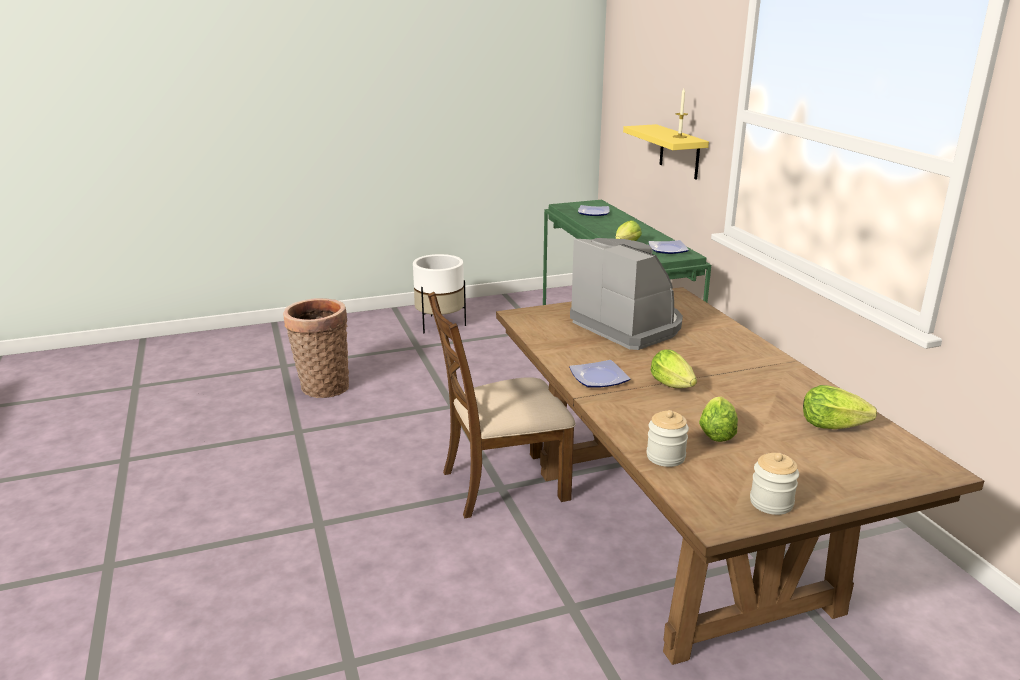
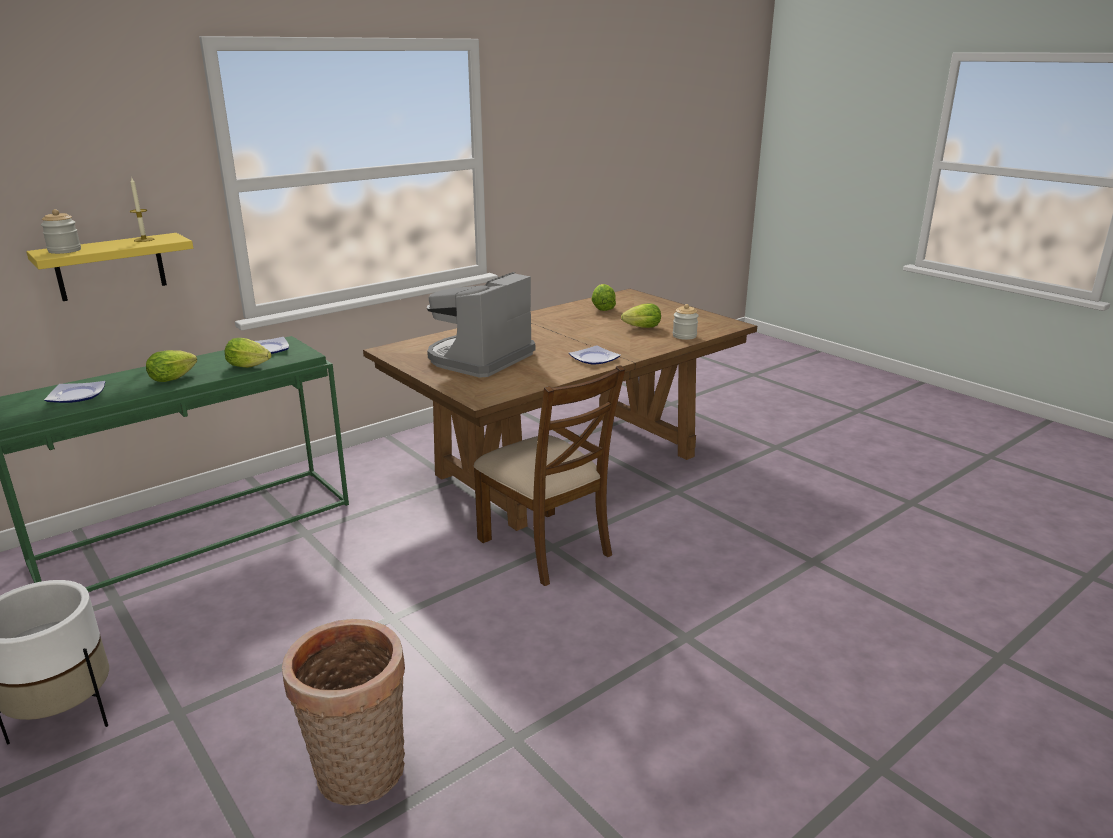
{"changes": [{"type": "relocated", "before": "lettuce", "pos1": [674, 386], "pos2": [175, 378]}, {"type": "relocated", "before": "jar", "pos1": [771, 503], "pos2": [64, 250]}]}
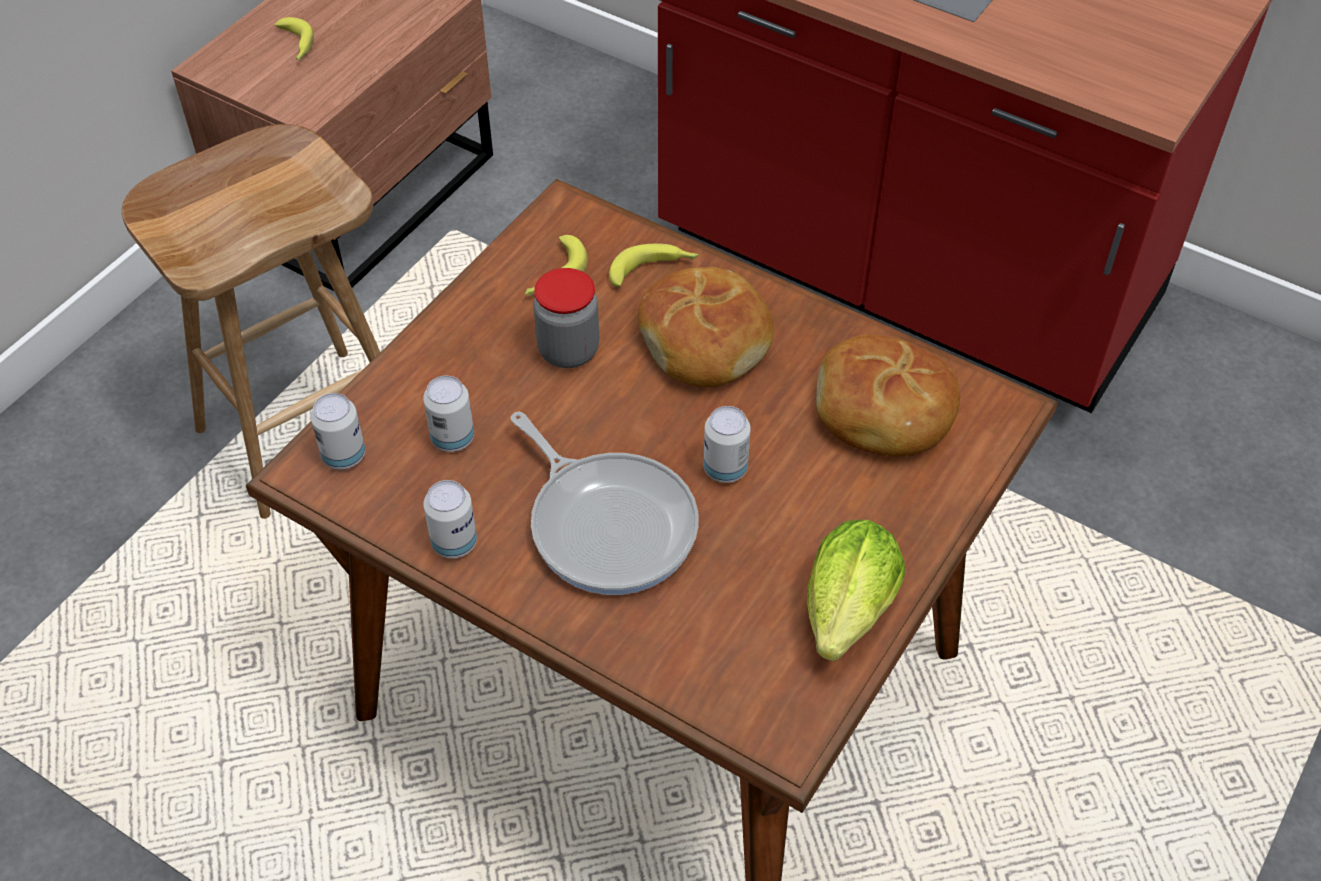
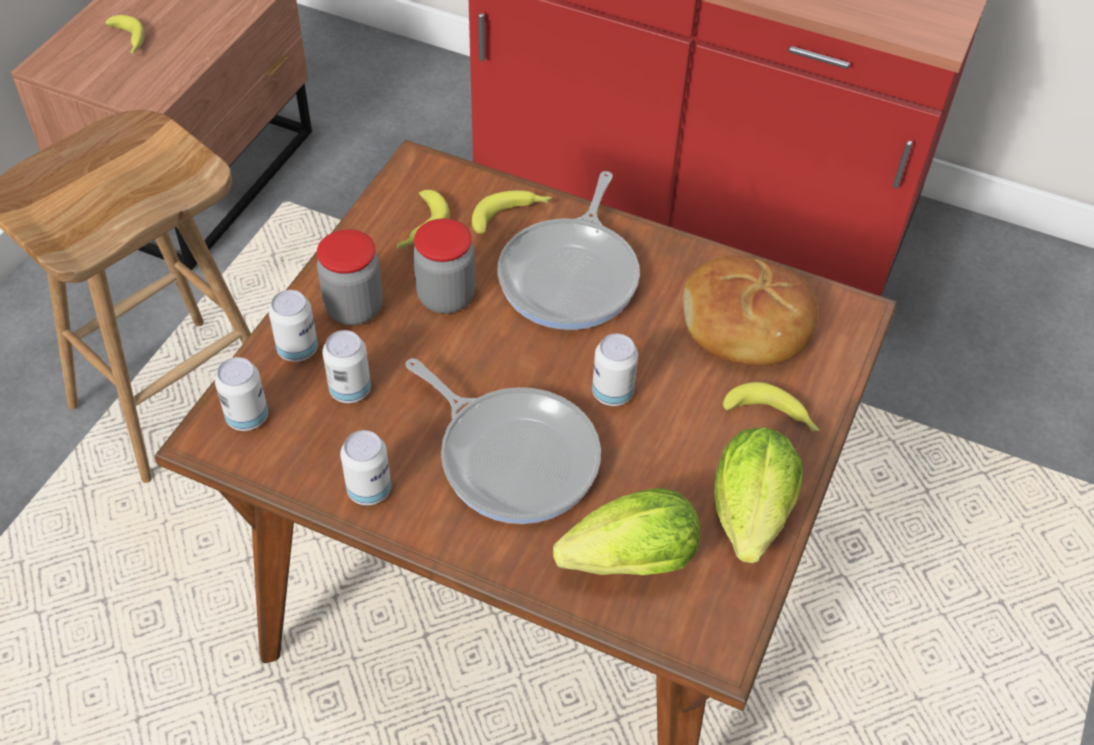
{"changes": [{"type": "exchanged", "before": "bread", "after": "frying pan", "pos1": [706, 340], "pos2": [572, 275]}, {"type": "appeared", "after": "jar", "pos2": [354, 308]}, {"type": "appeared", "after": "can", "pos2": [297, 349]}, {"type": "appeared", "after": "banana", "pos2": [772, 417]}, {"type": "appeared", "after": "lettuce", "pos2": [622, 563]}]}
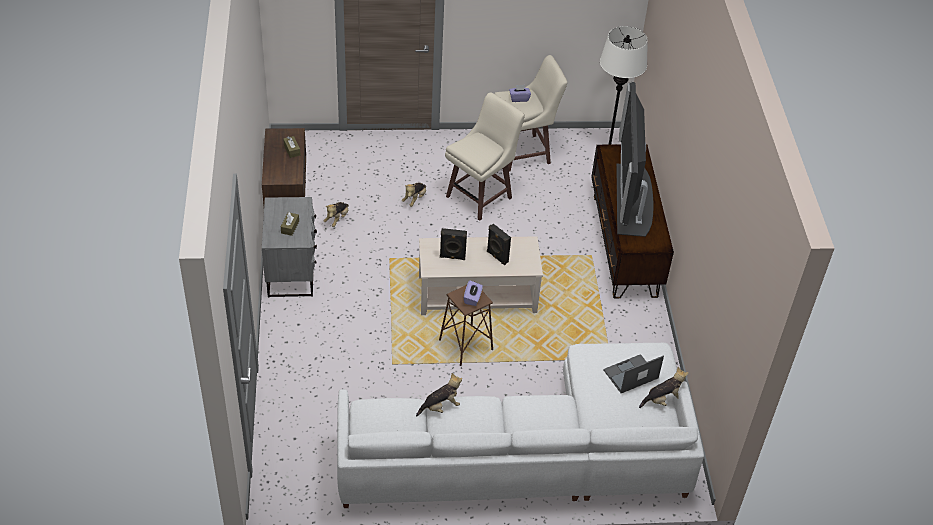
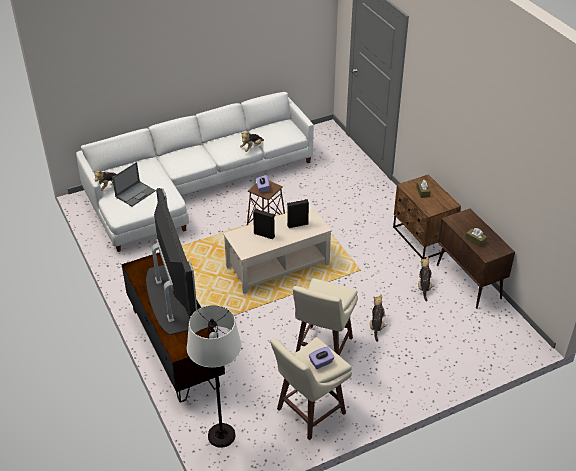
{"changes": [{"type": "colour", "before": "grey nightstand", "after": "brown nightstand", "pos1": [292, 271], "pos2": [422, 239]}]}
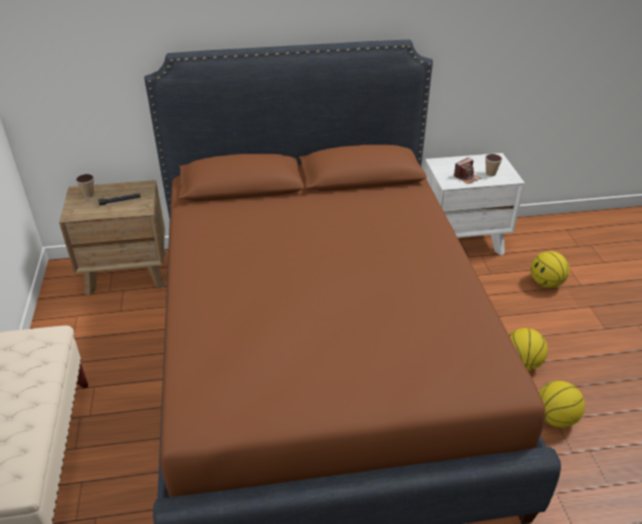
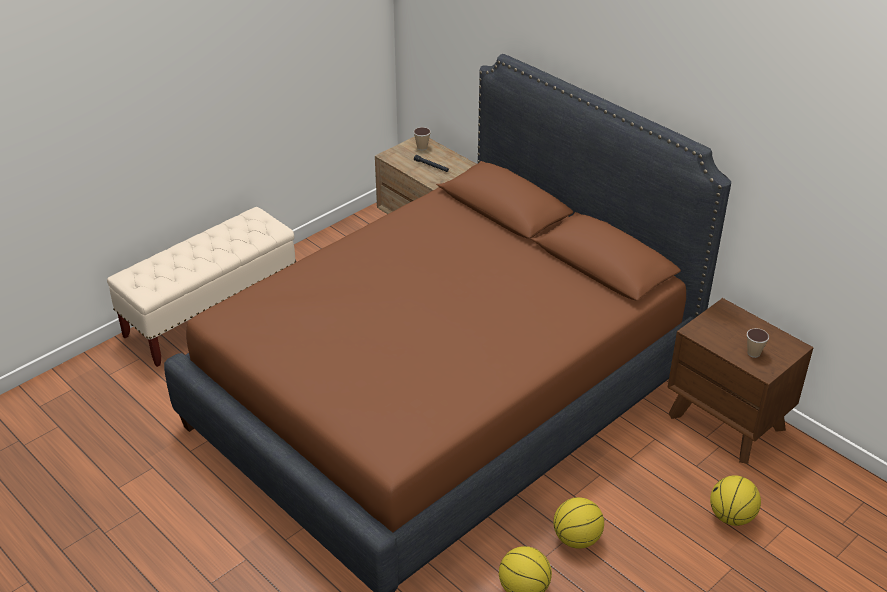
{"changes": [{"type": "colour", "before": "white nightstand", "after": "brown nightstand", "pos1": [462, 241], "pos2": [727, 422]}, {"type": "missing", "before": "photo camera", "pos1": [467, 177]}]}
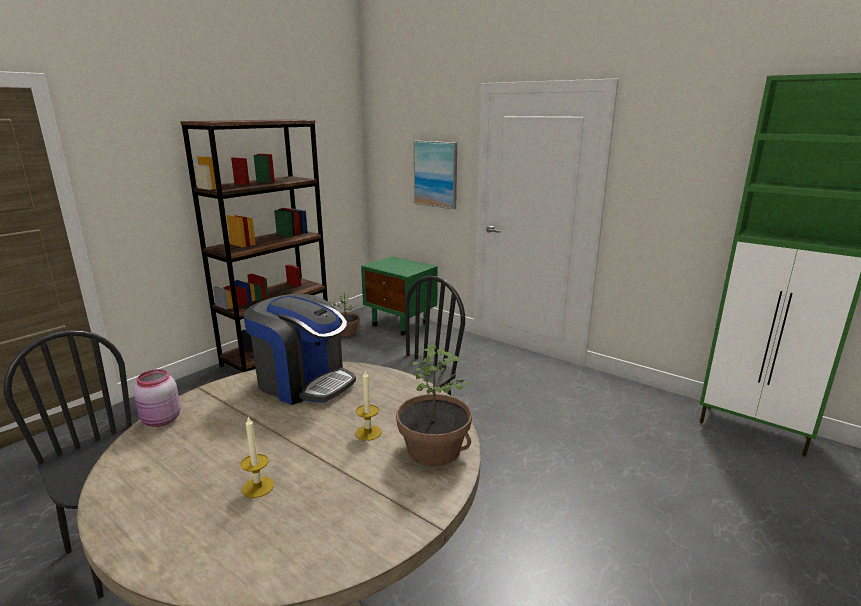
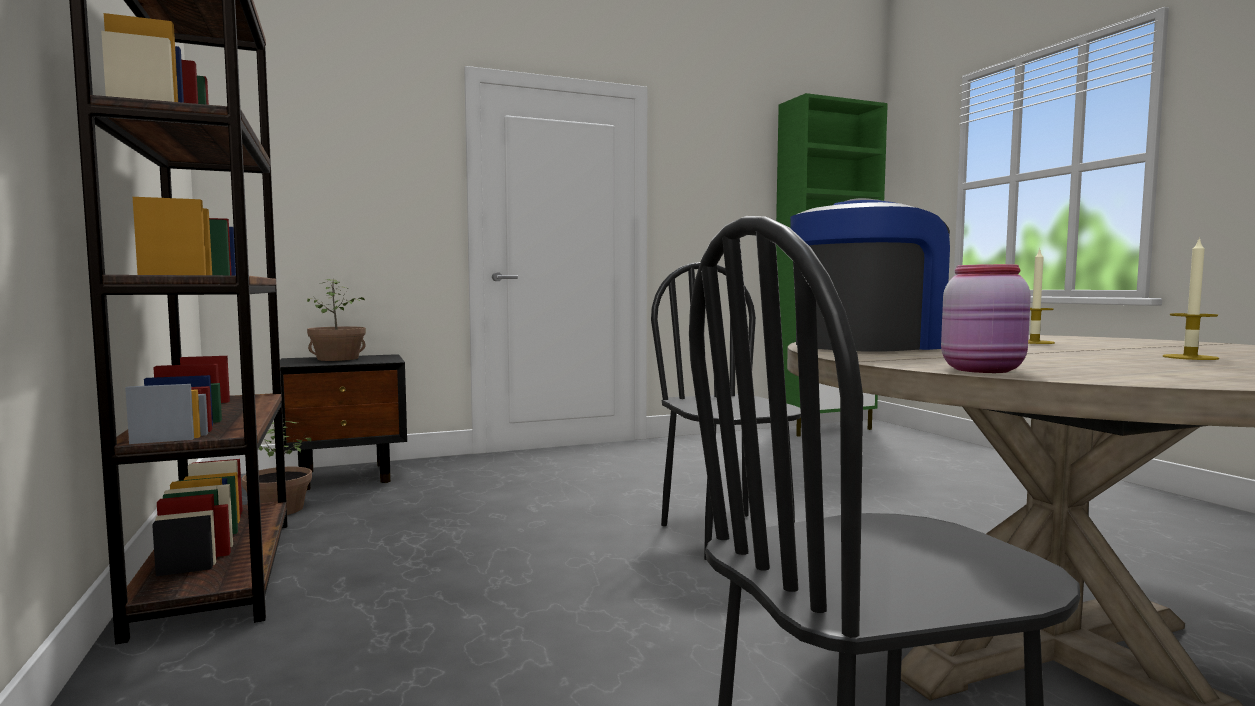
{"changes": [{"type": "missing", "before": "picture", "pos1": [436, 174]}, {"type": "colour", "before": "green nightstand", "after": "black nightstand", "pos1": [401, 324], "pos2": [347, 476]}, {"type": "relocated", "before": "potted plant", "pos1": [433, 450], "pos2": [338, 359]}]}
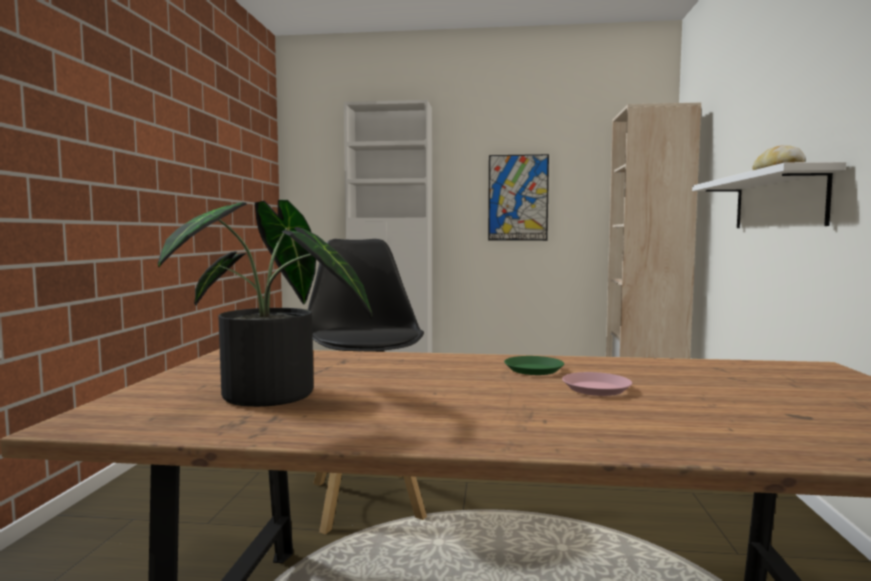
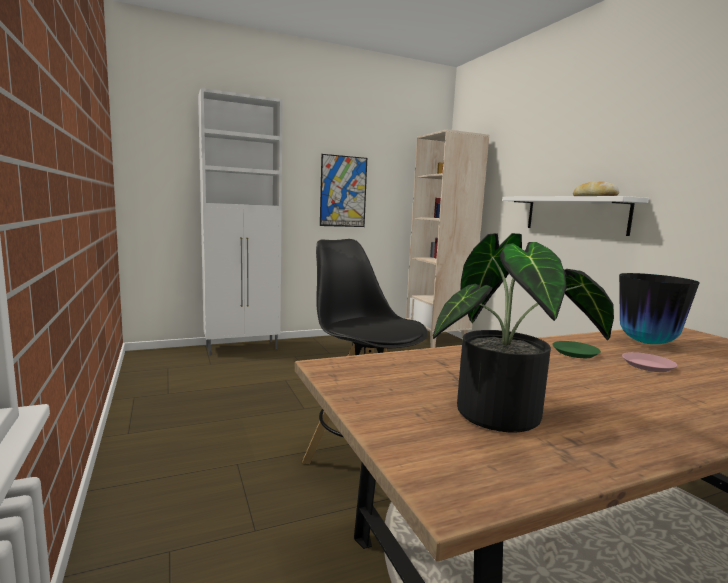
{"changes": [{"type": "appeared", "after": "vase", "pos2": [647, 343]}]}
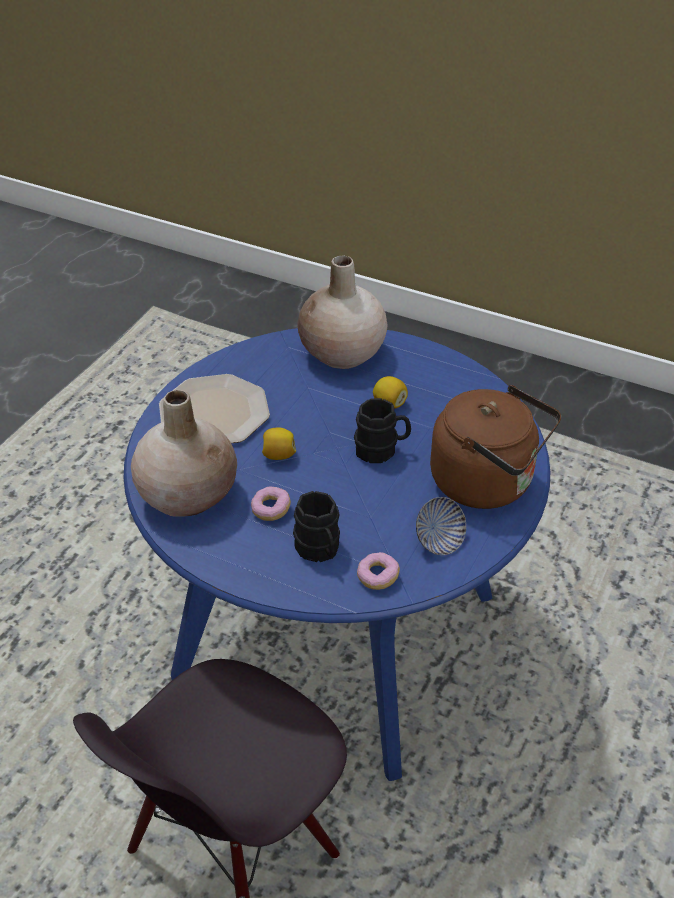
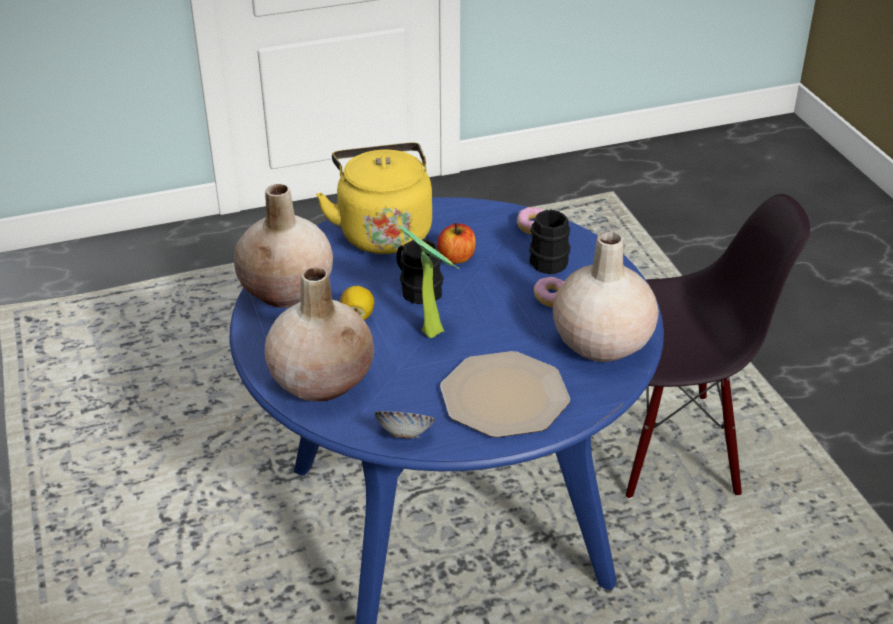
{"changes": [{"type": "colour", "before": "brown kettle", "after": "yellow kettle", "pos1": [488, 483], "pos2": [383, 232]}, {"type": "missing", "before": "lemon", "pos1": [278, 455]}, {"type": "relocated", "before": "bowl", "pos1": [439, 541], "pos2": [405, 434]}, {"type": "appeared", "after": "beige vase", "pos2": [287, 291]}, {"type": "appeared", "after": "apple", "pos2": [456, 258]}, {"type": "appeared", "after": "potted plant", "pos2": [433, 329]}]}
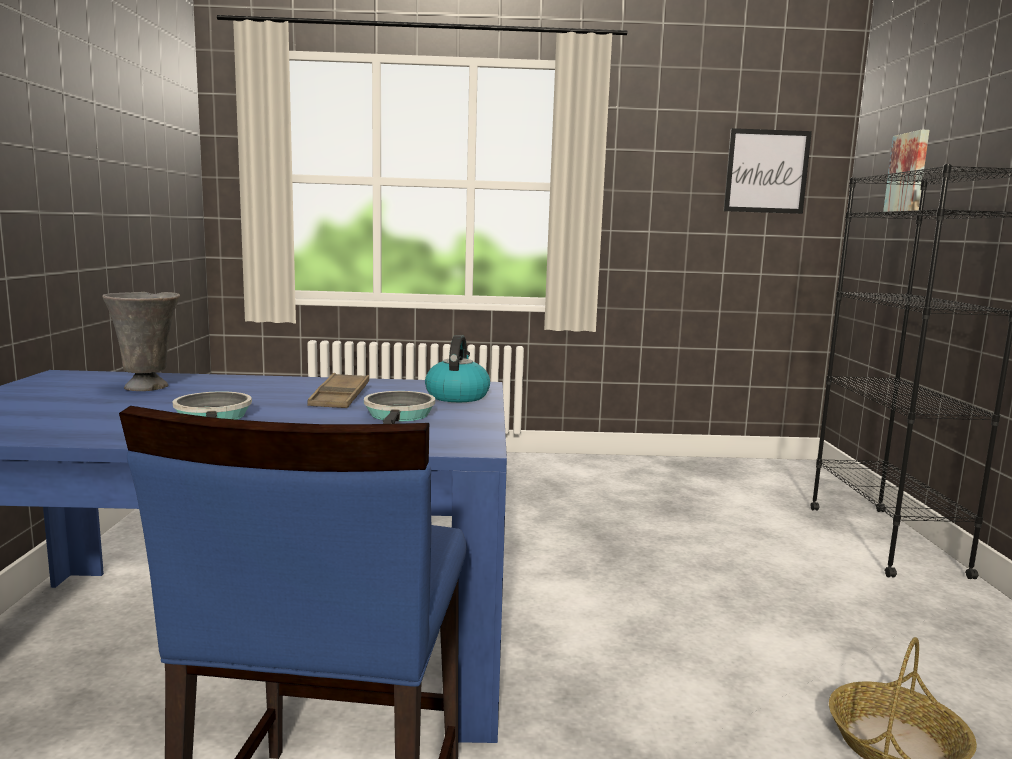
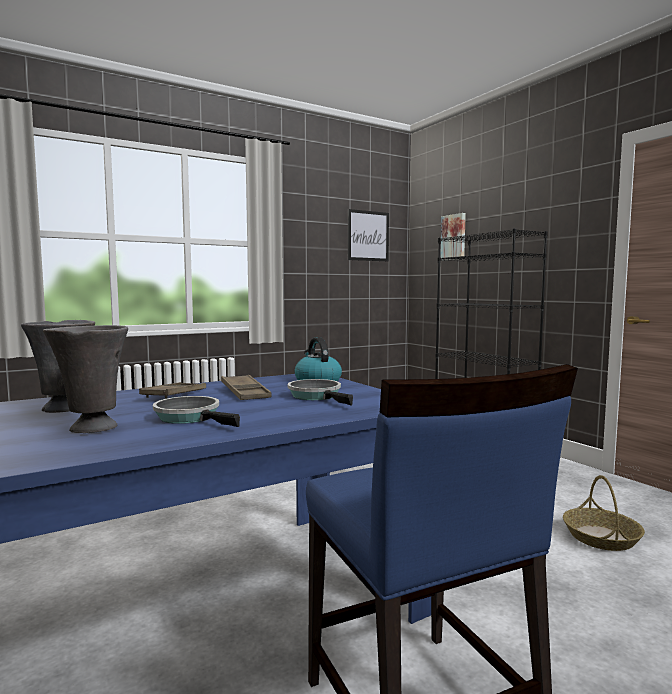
{"changes": [{"type": "appeared", "after": "grey vase", "pos2": [91, 429]}, {"type": "appeared", "after": "brown tray", "pos2": [174, 394]}]}
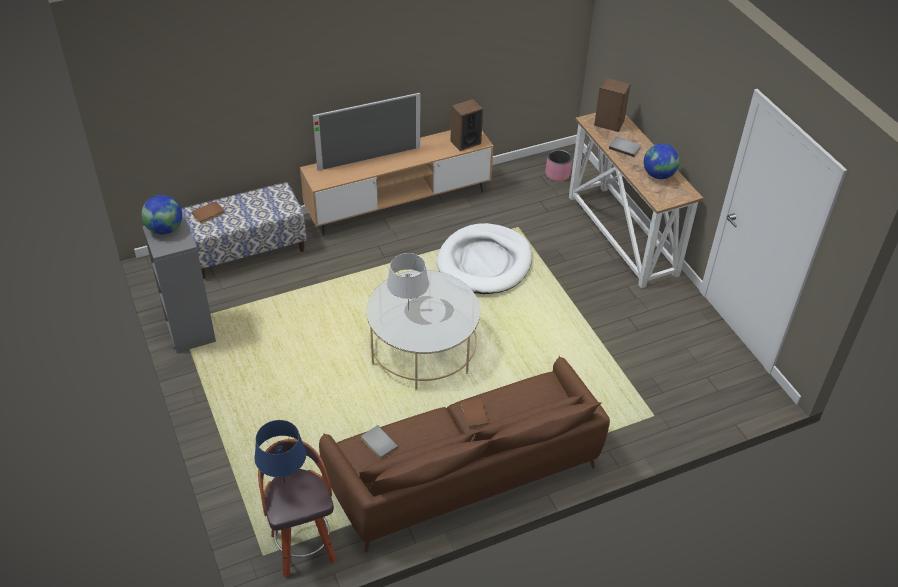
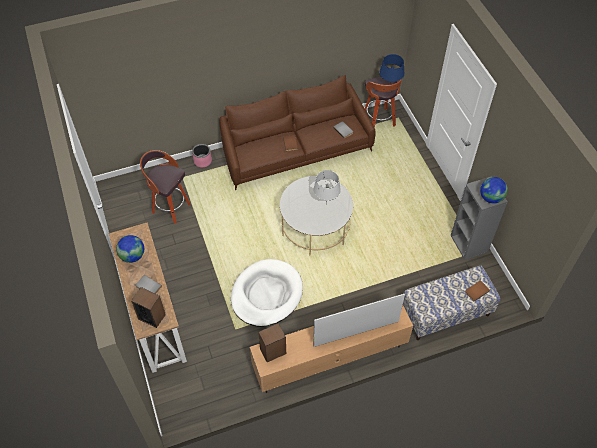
{"changes": [{"type": "relocated", "before": "pink planter", "pos1": [557, 174], "pos2": [202, 161]}, {"type": "appeared", "after": "stool", "pos2": [170, 208]}]}
